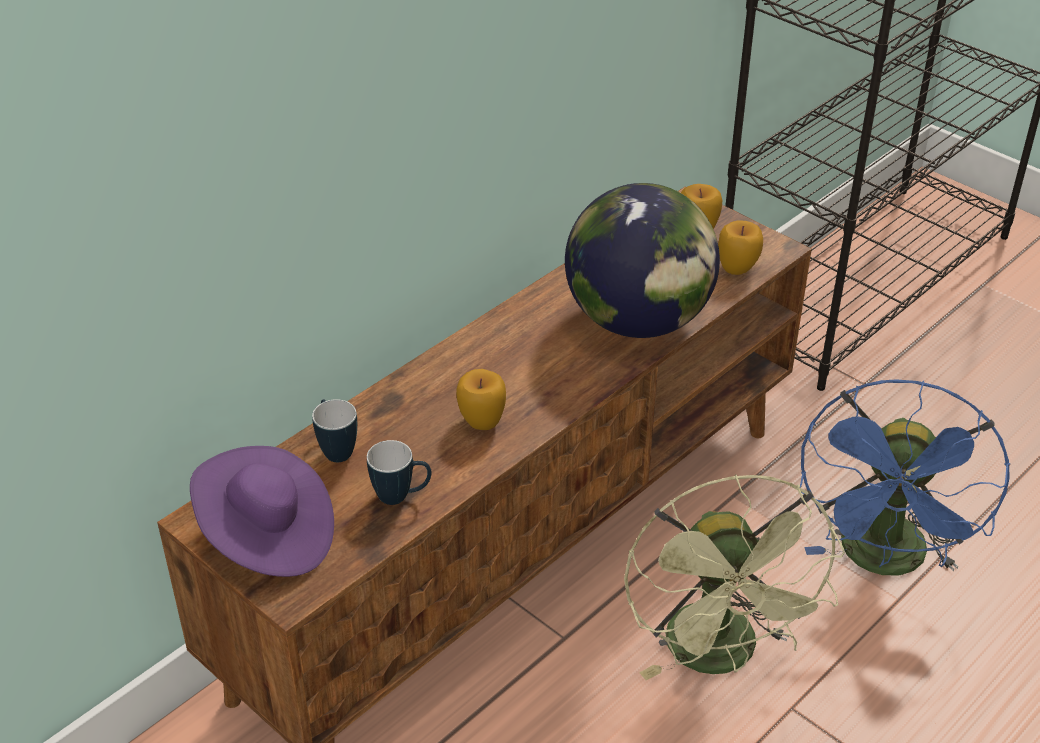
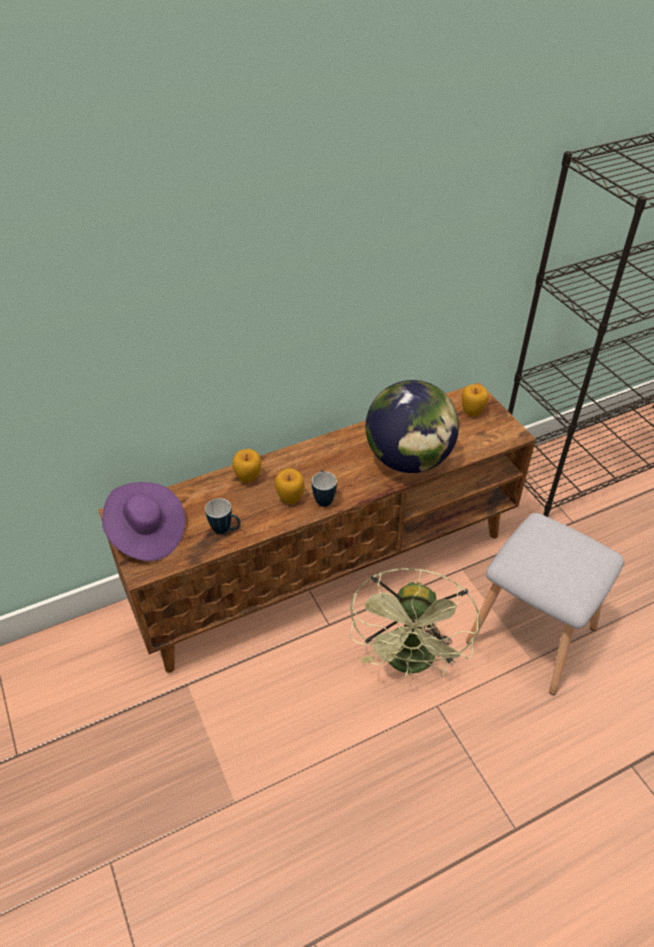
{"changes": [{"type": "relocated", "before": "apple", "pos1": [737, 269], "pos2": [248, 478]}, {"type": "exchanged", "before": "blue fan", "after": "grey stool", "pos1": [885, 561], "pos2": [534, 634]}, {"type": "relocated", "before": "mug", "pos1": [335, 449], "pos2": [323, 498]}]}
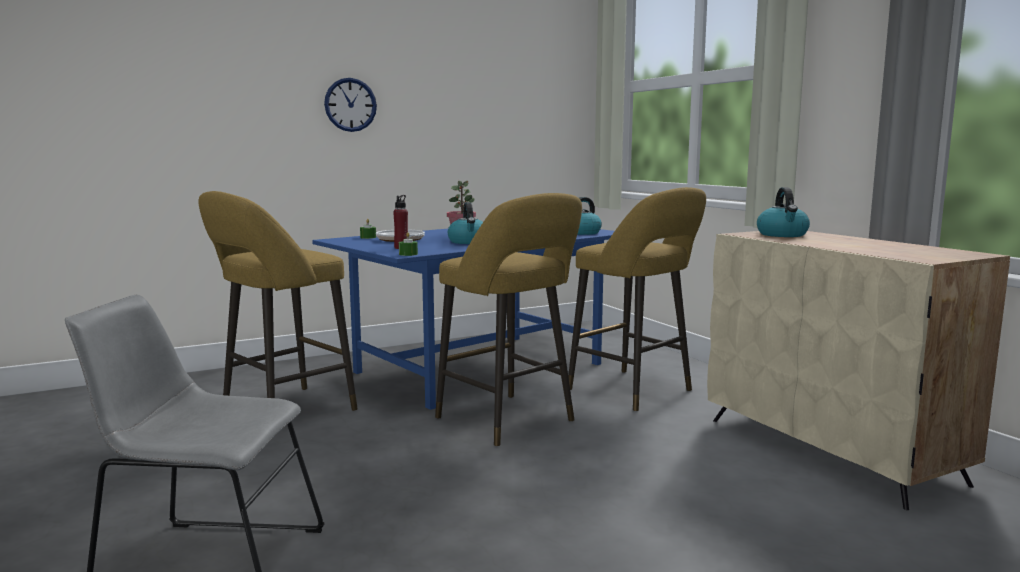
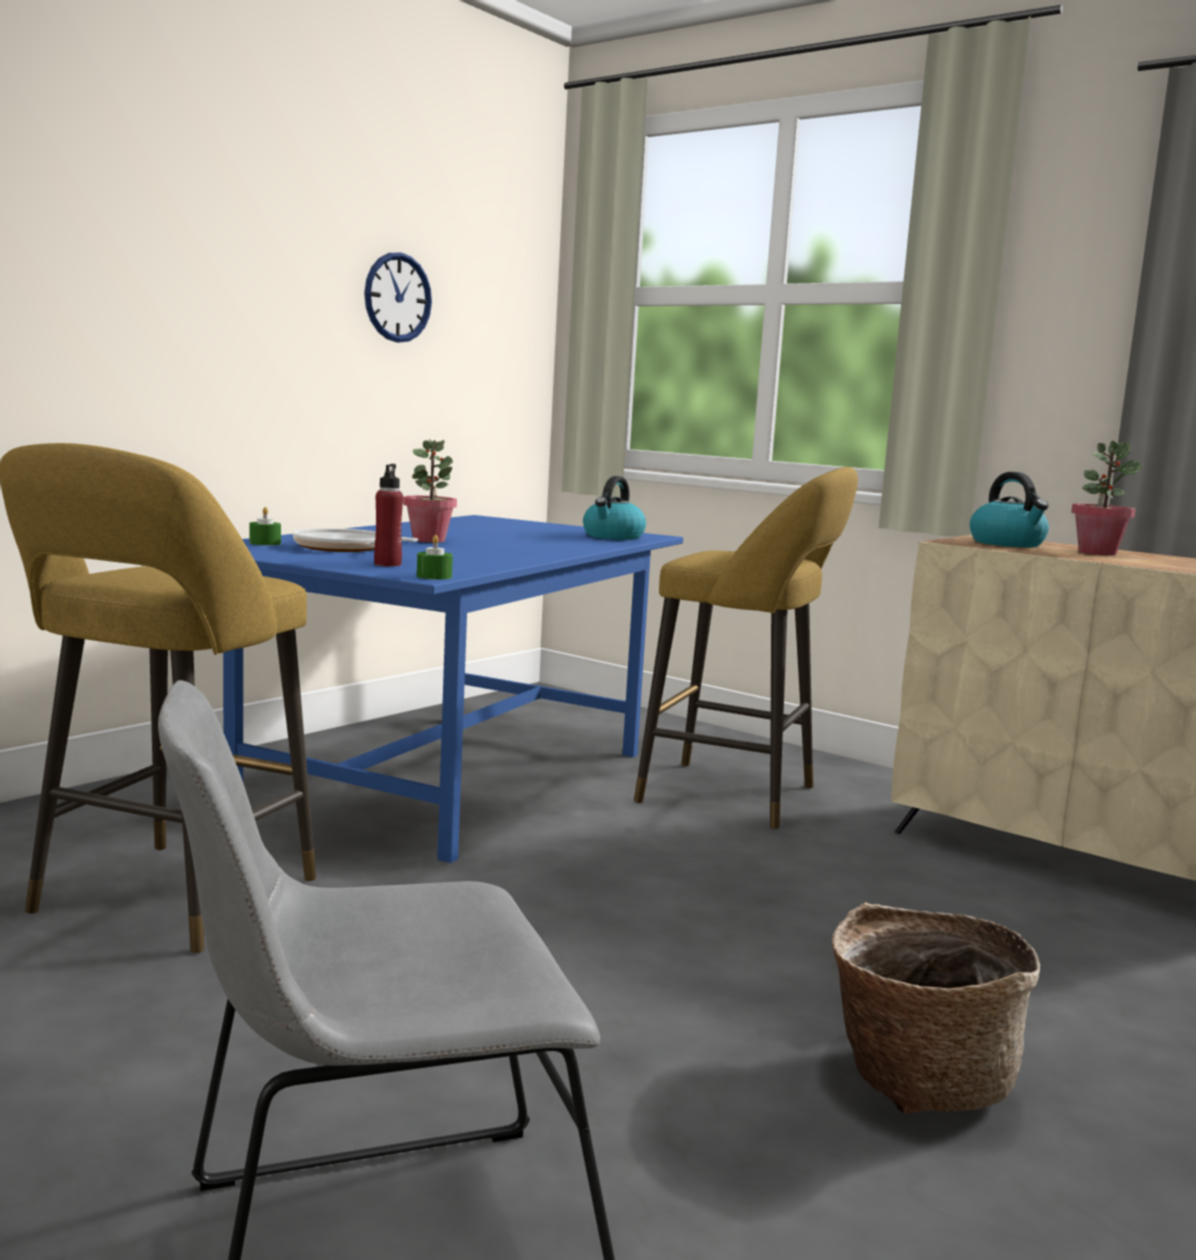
{"changes": [{"type": "relocated", "before": "wall clock", "pos1": [350, 105], "pos2": [397, 297]}, {"type": "missing", "before": "yellow stool", "pos1": [509, 421]}, {"type": "missing", "before": "kettle", "pos1": [468, 242]}, {"type": "appeared", "after": "potted plant", "pos2": [1097, 553]}, {"type": "appeared", "after": "basket", "pos2": [916, 1079]}]}
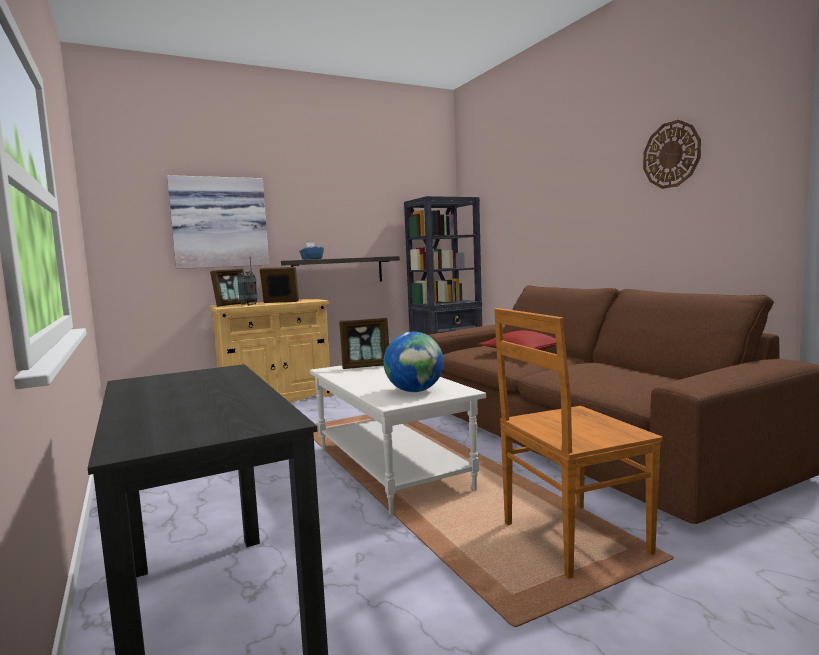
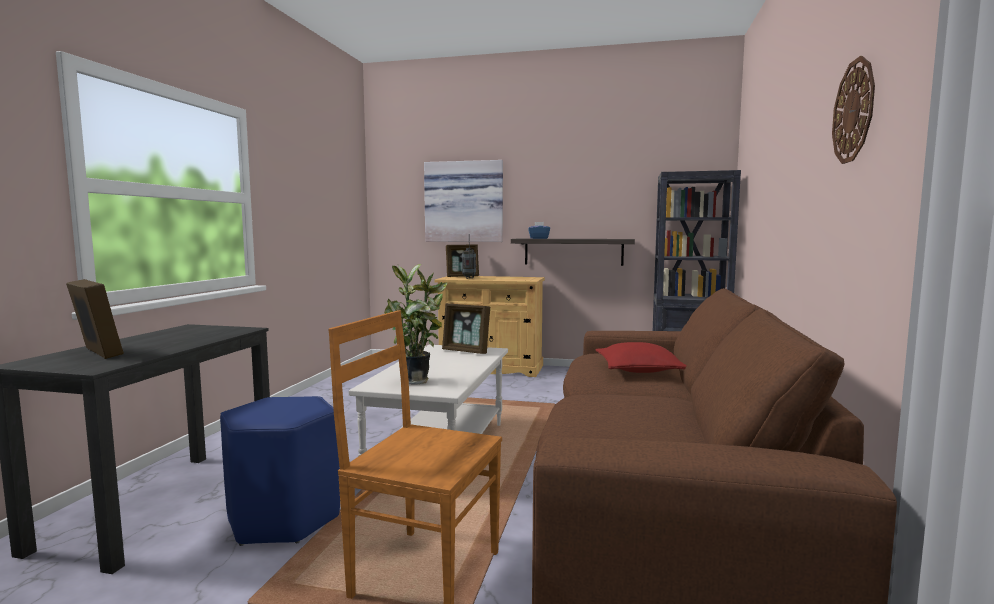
{"changes": [{"type": "relocated", "before": "picture frame", "pos1": [280, 302], "pos2": [97, 353]}, {"type": "exchanged", "before": "globe", "after": "potted plant", "pos1": [414, 391], "pos2": [418, 381]}, {"type": "appeared", "after": "blue stool", "pos2": [284, 519]}]}
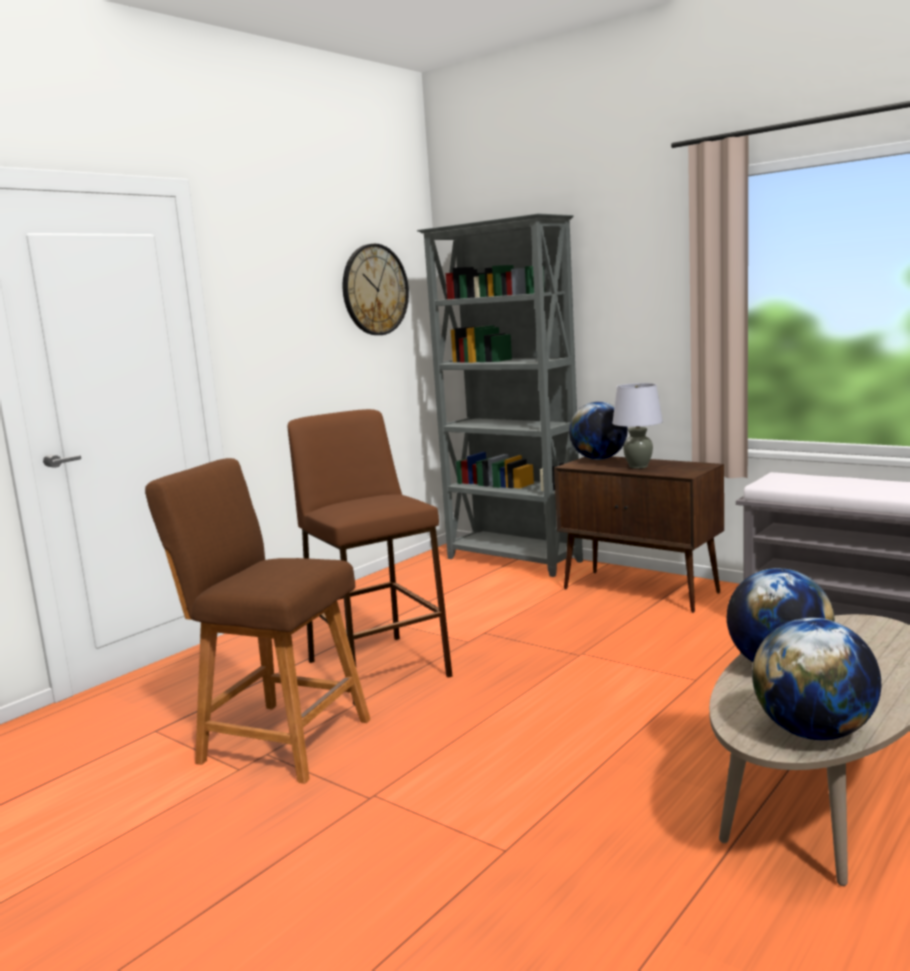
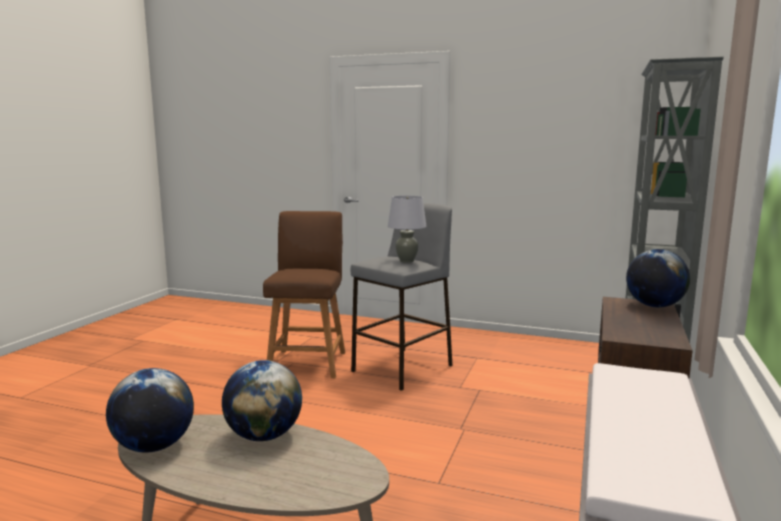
{"changes": [{"type": "missing", "before": "wall clock", "pos1": [375, 290]}, {"type": "relocated", "before": "grey table lamp", "pos1": [638, 466], "pos2": [406, 261]}, {"type": "colour", "before": "brown stool", "after": "grey stool", "pos1": [377, 668], "pos2": [403, 368]}]}
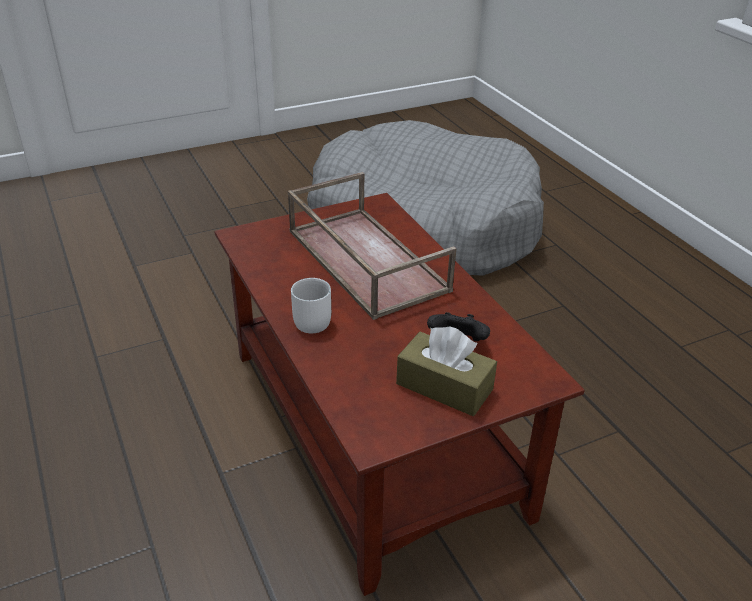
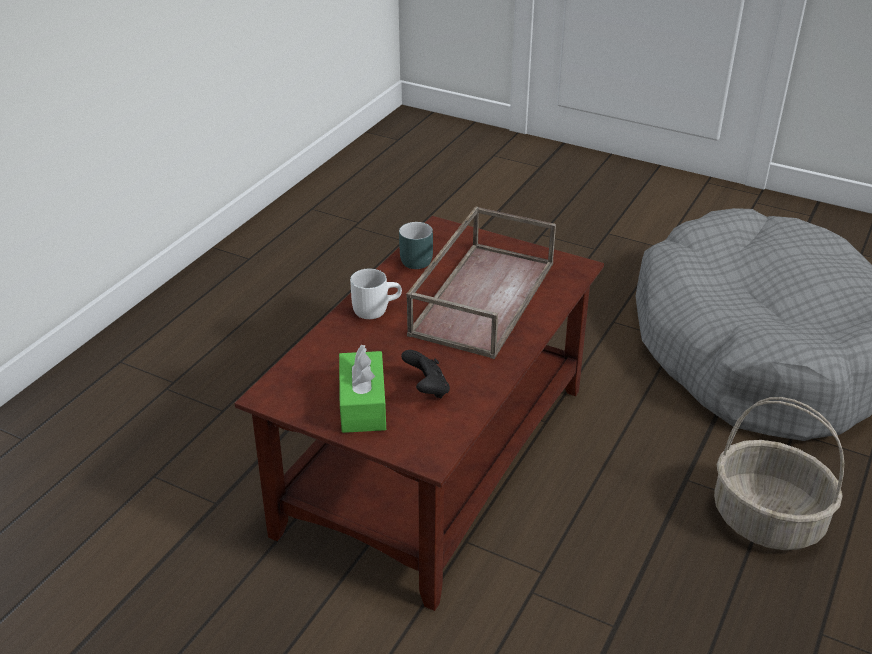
{"changes": [{"type": "colour", "before": "brown tissue box", "after": "green tissue box", "pos1": [444, 386], "pos2": [363, 404]}, {"type": "appeared", "after": "turquoise mug", "pos2": [413, 259]}, {"type": "appeared", "after": "basket", "pos2": [768, 519]}]}
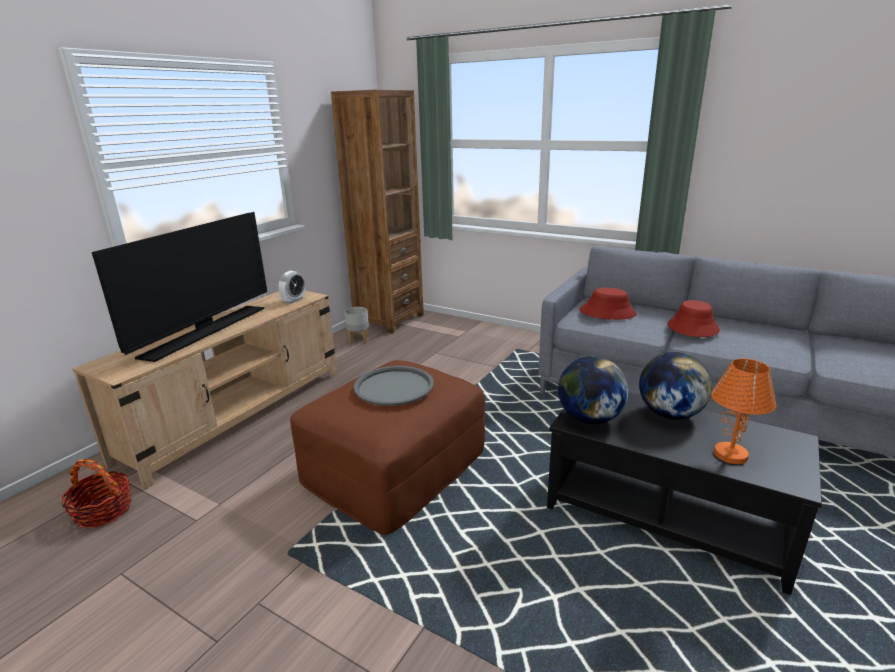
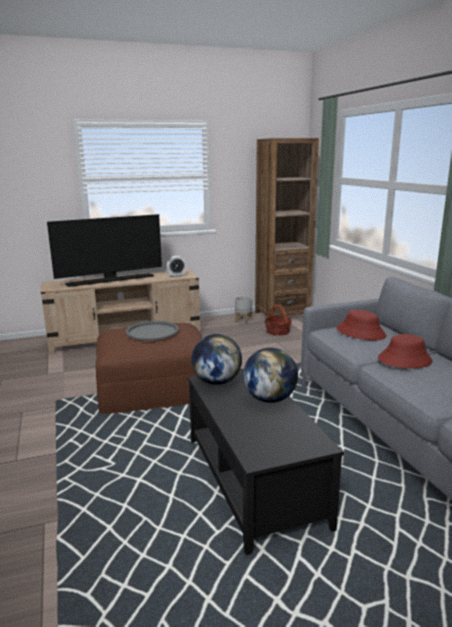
{"changes": [{"type": "missing", "before": "orange table lamp", "pos1": [730, 454]}, {"type": "relocated", "before": "basket", "pos1": [103, 511], "pos2": [277, 332]}]}
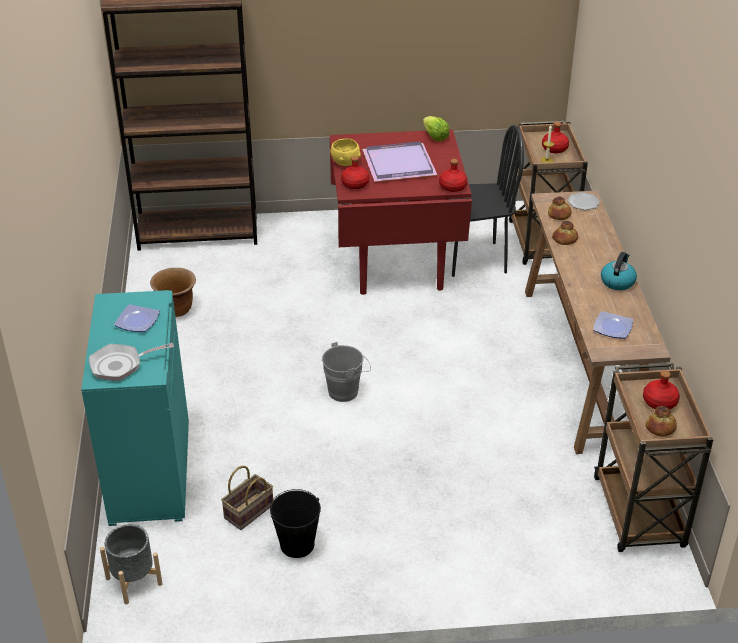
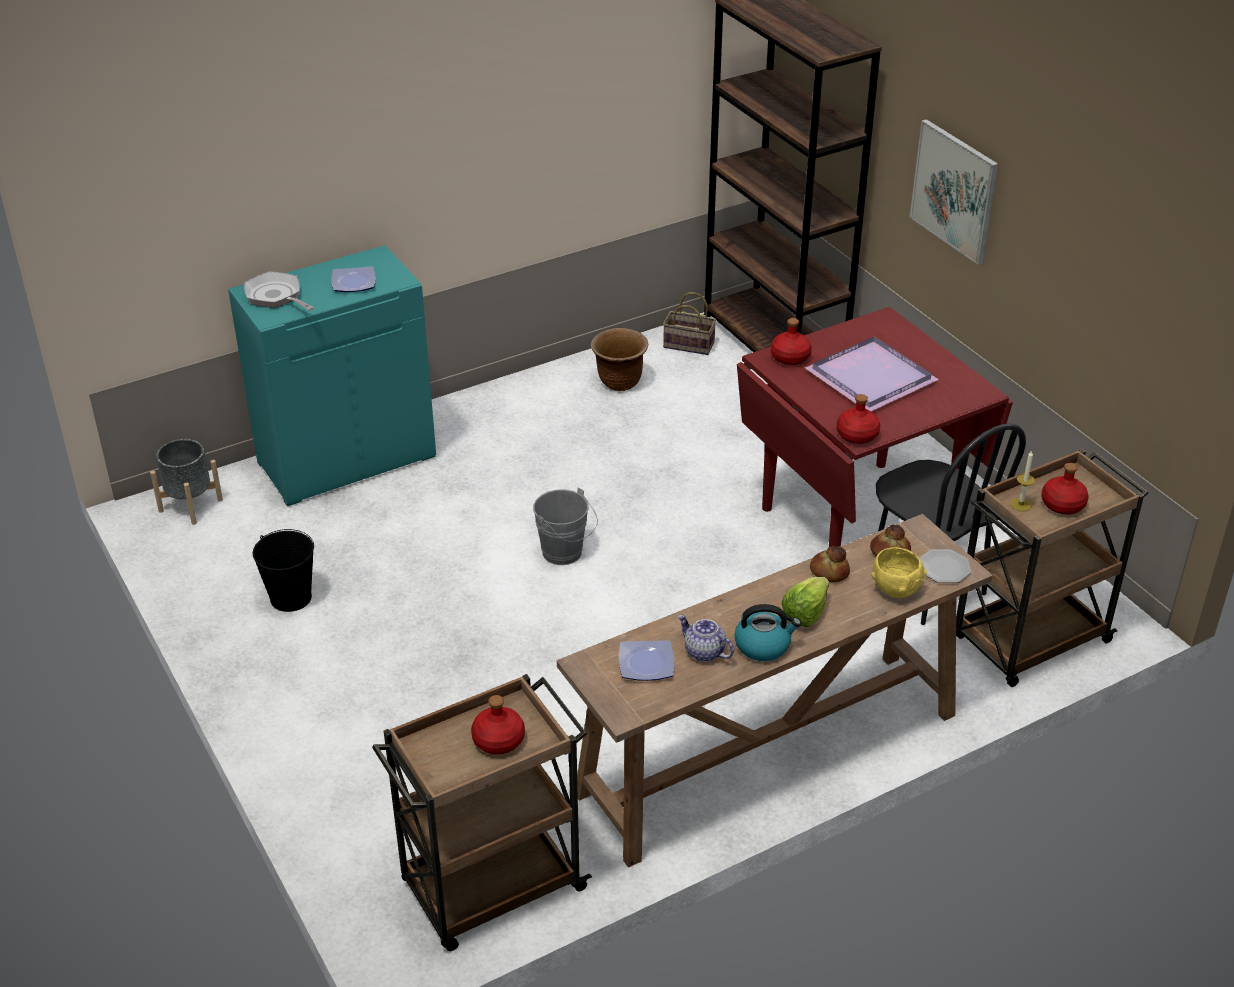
{"changes": [{"type": "relocated", "before": "lettuce", "pos1": [434, 137], "pos2": [805, 614]}, {"type": "relocated", "before": "yellow bowl", "pos1": [345, 163], "pos2": [895, 589]}, {"type": "missing", "before": "bread", "pos1": [660, 428]}, {"type": "relocated", "before": "basket", "pos1": [248, 513], "pos2": [687, 345]}, {"type": "appeared", "after": "picture", "pos2": [954, 191]}, {"type": "appeared", "after": "teapot", "pos2": [703, 652]}]}
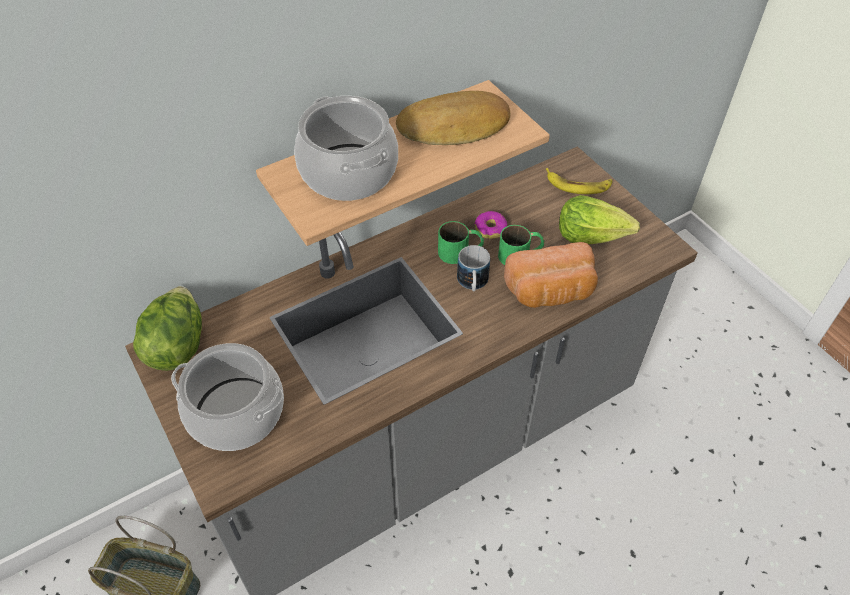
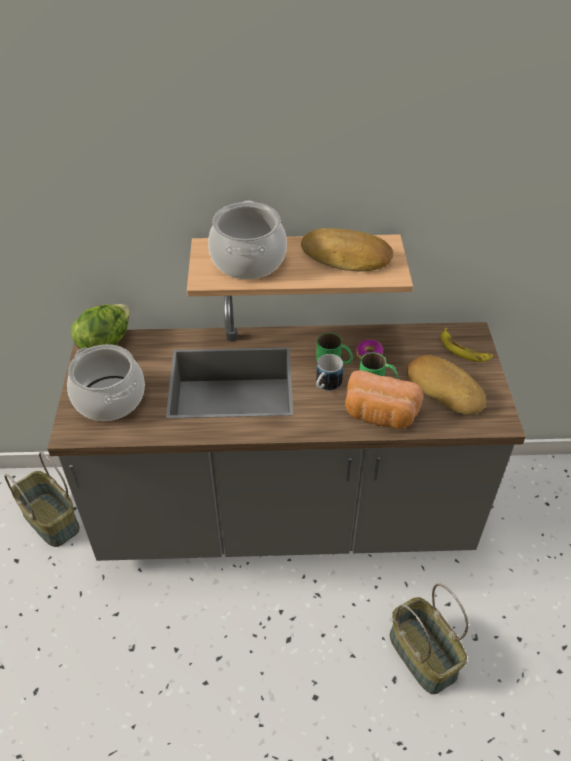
{"changes": [{"type": "exchanged", "before": "lettuce", "after": "bread", "pos1": [591, 235], "pos2": [445, 388]}, {"type": "appeared", "after": "basket", "pos2": [423, 655]}]}
